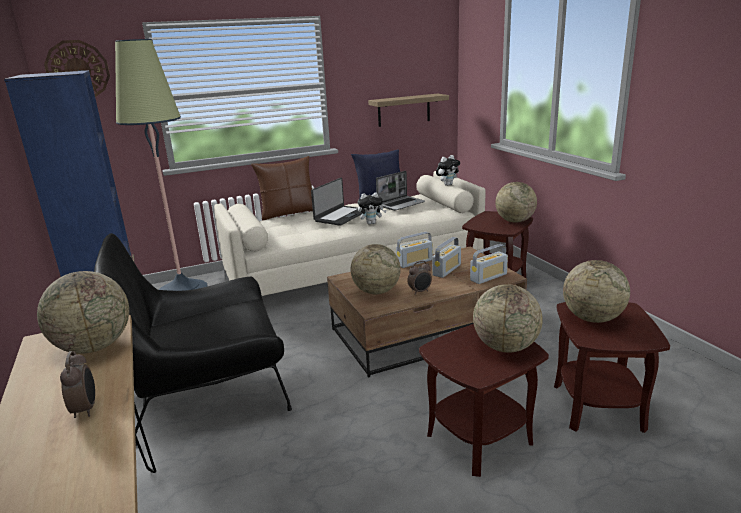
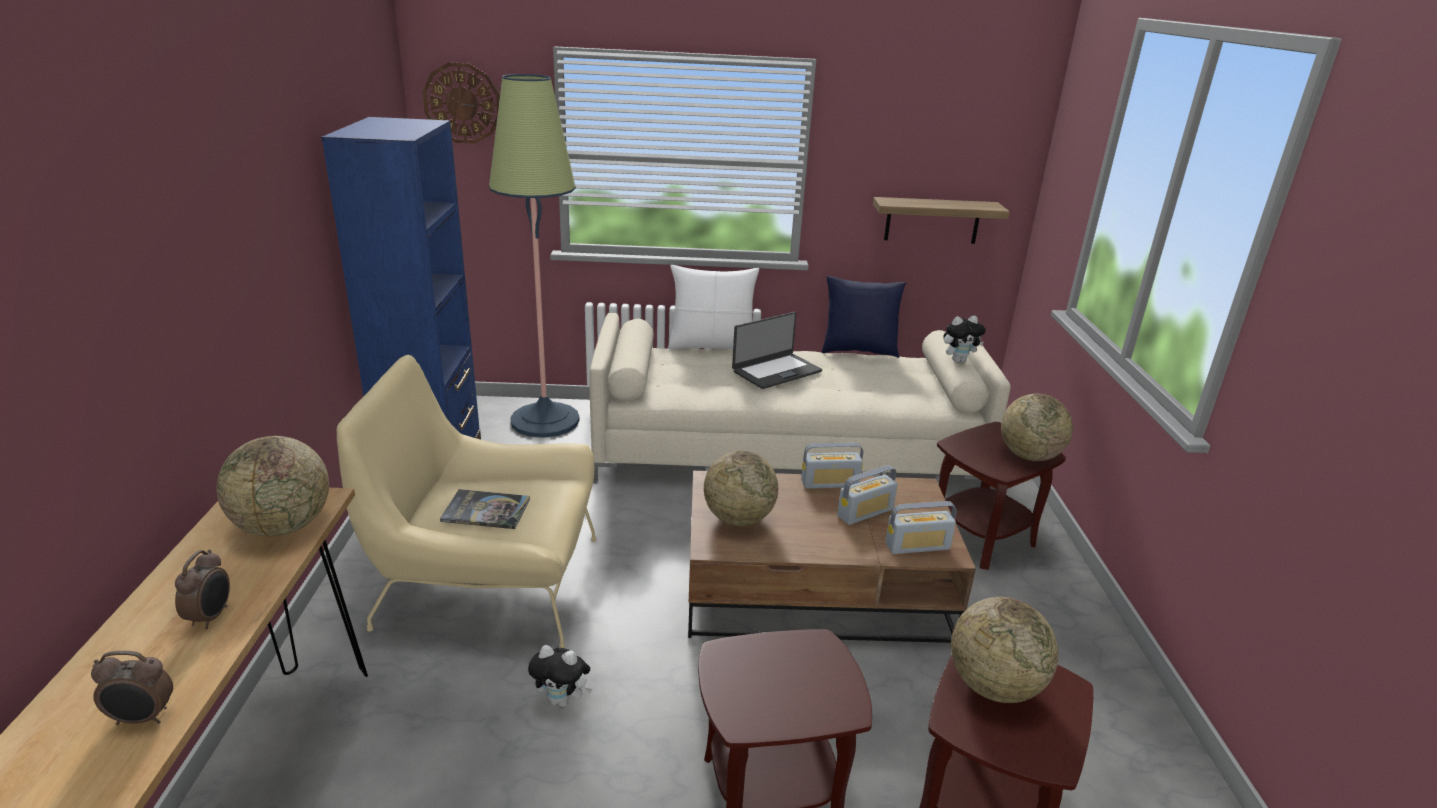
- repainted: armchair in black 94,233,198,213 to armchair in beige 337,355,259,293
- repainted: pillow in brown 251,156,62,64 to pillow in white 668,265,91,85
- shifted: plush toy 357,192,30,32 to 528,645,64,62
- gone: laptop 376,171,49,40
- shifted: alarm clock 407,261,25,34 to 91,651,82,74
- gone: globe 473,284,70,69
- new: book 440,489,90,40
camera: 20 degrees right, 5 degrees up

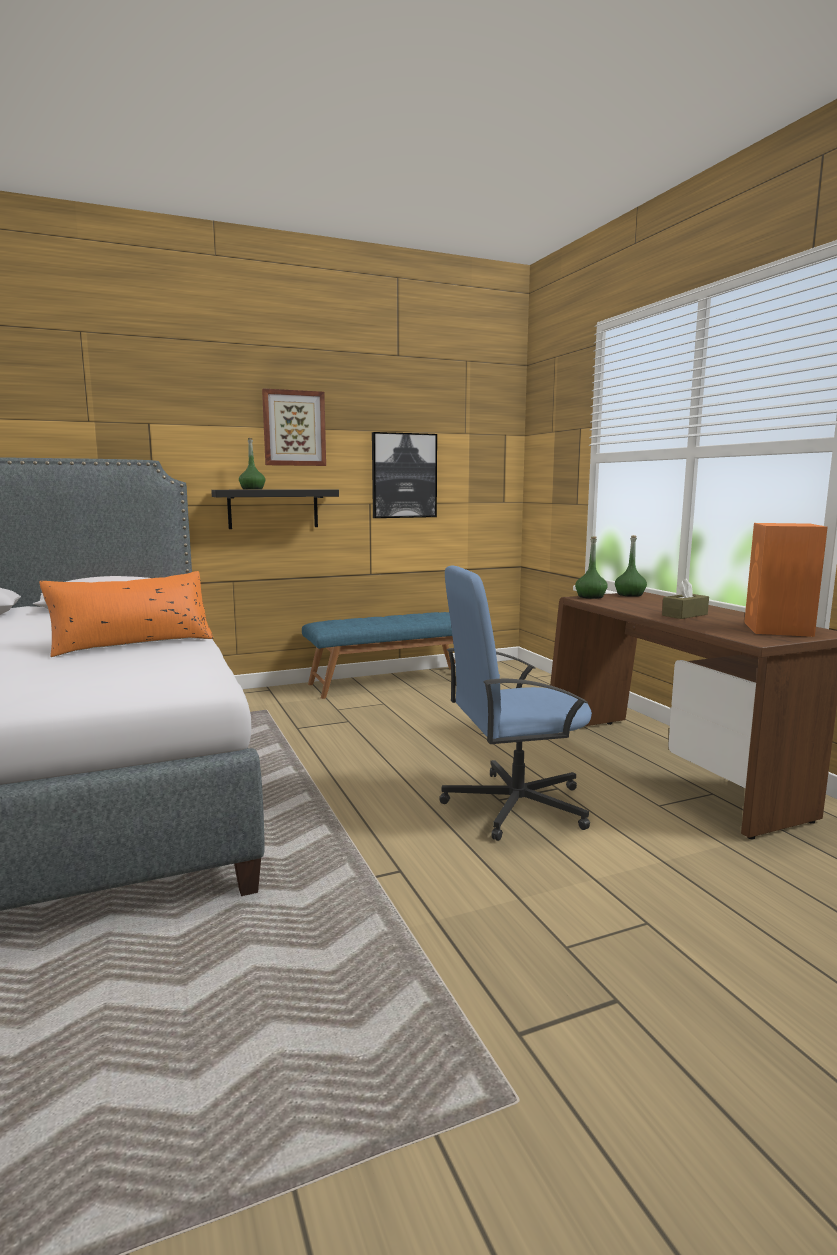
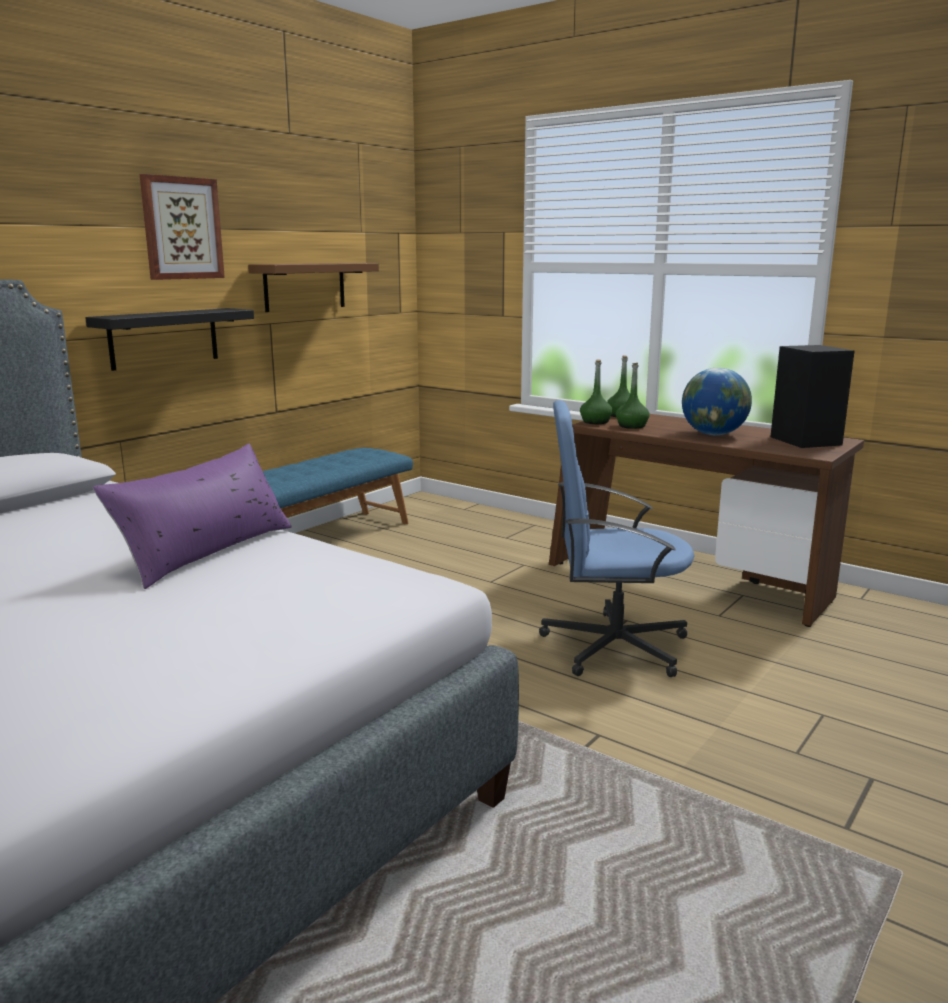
- repainted: pillow in orange 39,571,174,86 to pillow in purple 93,444,199,145
- shifted: bottle in green 239,438,26,51 to 616,363,34,66
- swapped: picture 372,432,65,86 to shelf in brown 248,263,131,49
- rotated: office chair in blue 439,566,153,275 = 539,400,156,277 45 degrees clockwise
- swapped: tissue box in brown 662,578,47,41 to globe 682,368,70,67
- repainted: speaker in orange 744,523,84,114 to speaker in black 770,345,85,103
camera: 30 degrees left, 5 degrees up

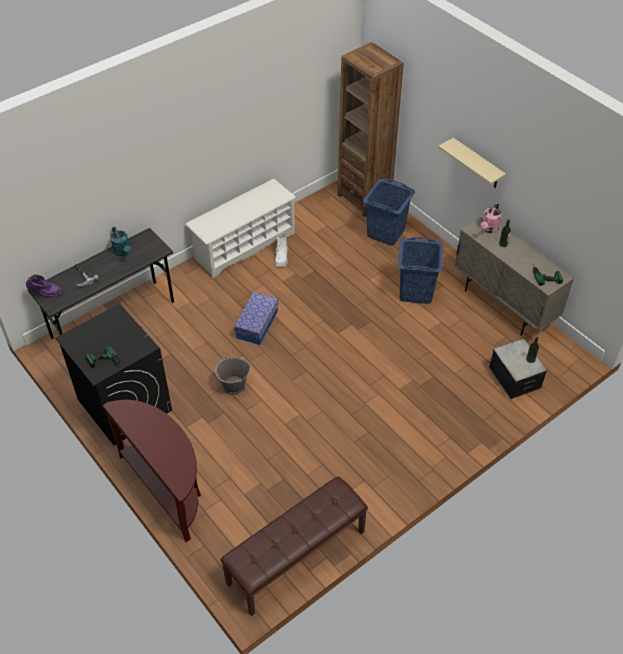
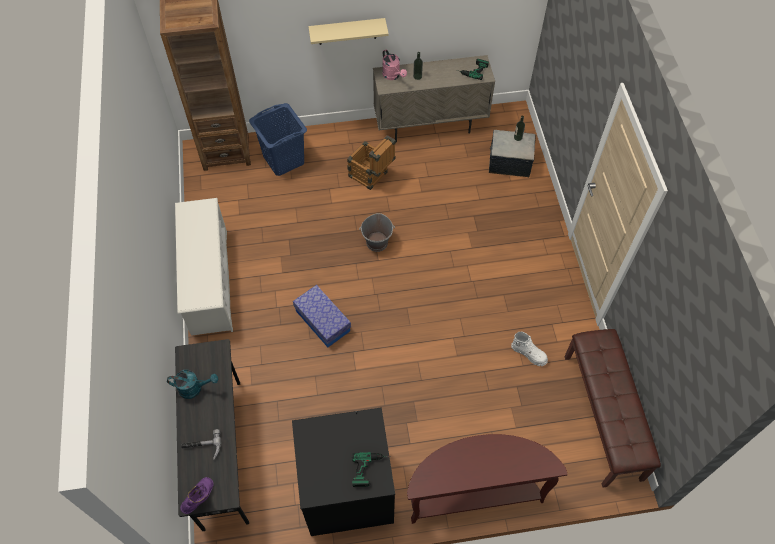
- shifted: bucket in grey 215,357,36,38 to 359,213,36,39
- shifted: boot in white 275,233,14,34 to 511,332,37,34
- swapped: laundry basket in blue 398,237,45,67 to crate 347,135,49,55
camera: 60 degrees left, 10 degrees up

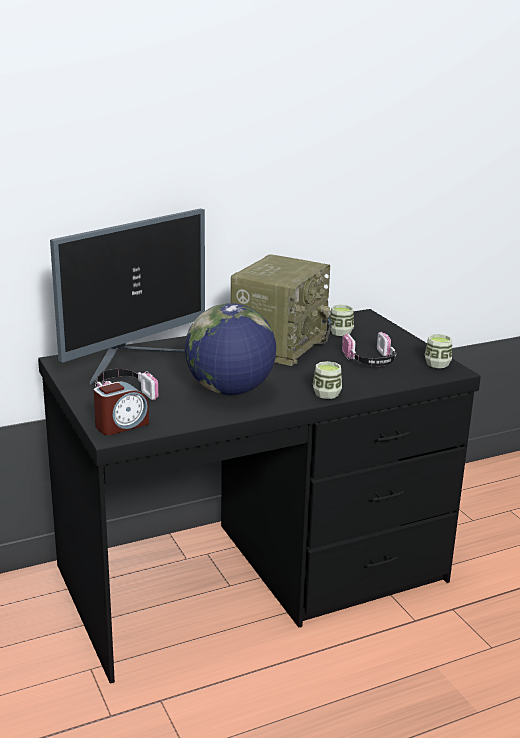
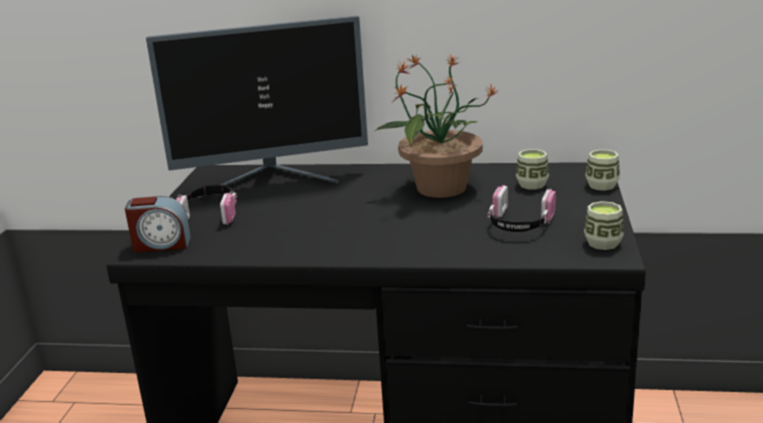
- gone: globe 185,303,91,92
- swapped: radio 231,254,101,112 to potted plant 375,54,123,144
- shifted: cup 313,361,29,38 to 585,150,35,41
camera: 35 degrees right, 0 degrees up

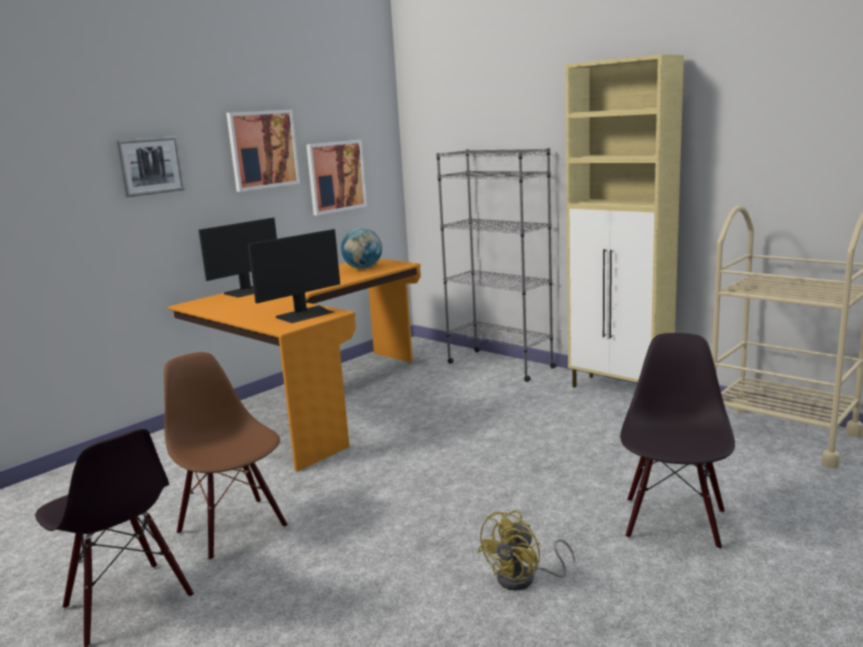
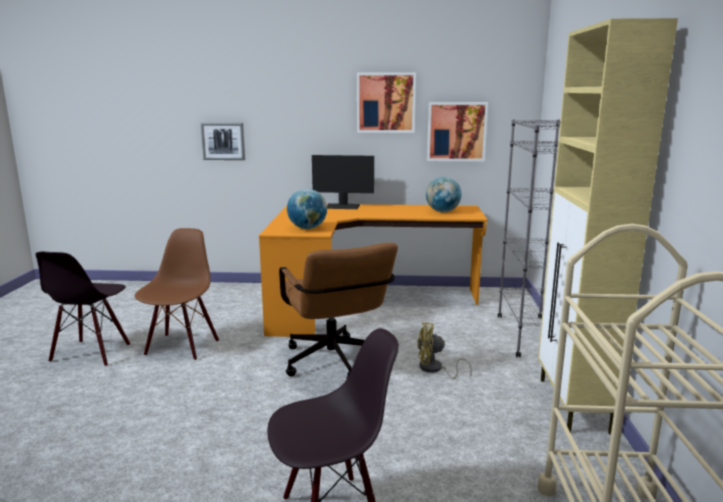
- shifted: picture 115,136,70,61 to 201,123,44,37
- swapped: monitor 248,229,92,94 to globe 287,189,40,40
- shifted: fan in yellow 477,510,98,80 to 417,322,55,57
- new: office chair in brown 279,243,119,135
camera: 50 degrees right, 0 degrees up

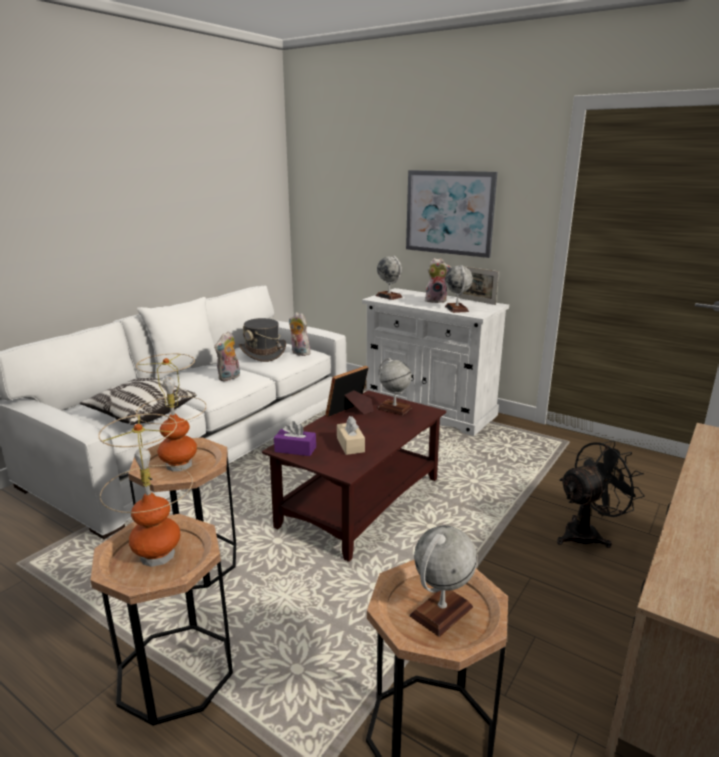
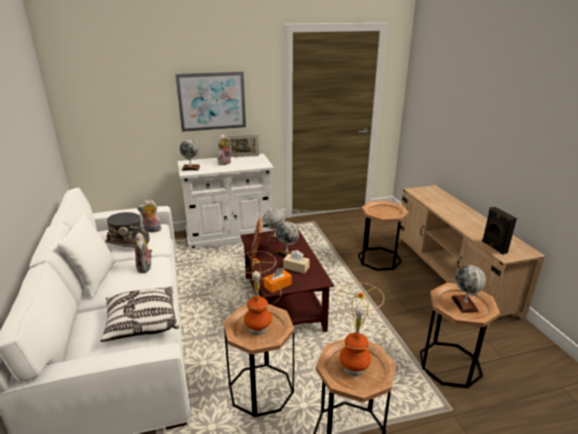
- repainted: tissue box in purple 274,421,42,35 to tissue box in orange 264,268,28,25
- shifted: globe 445,265,28,48 to 275,222,24,36
- swapped: fan in black 557,441,87,107 to side table in brown 358,200,51,71
- new: speaker in black 482,207,35,48
camera: 50 degrees left, 5 degrees up

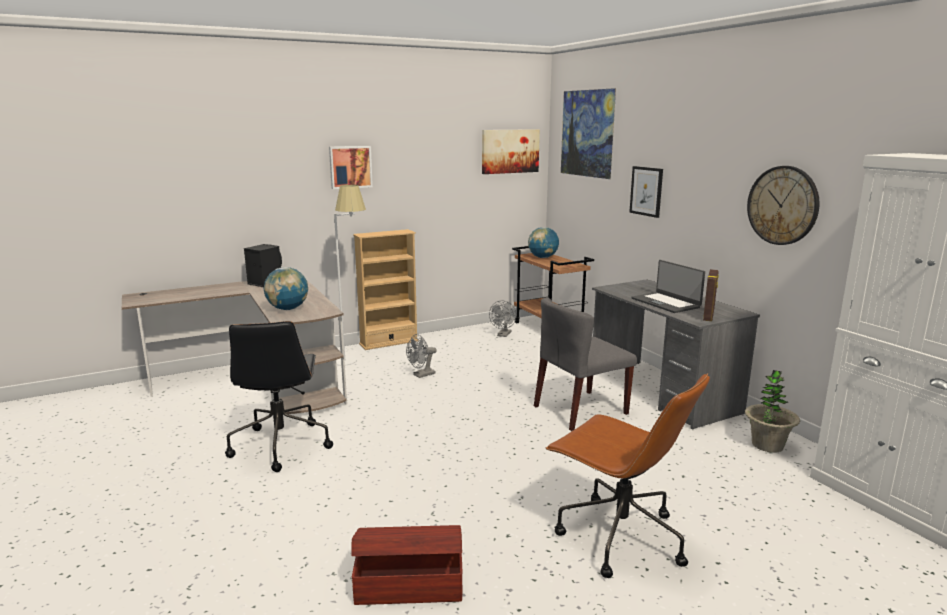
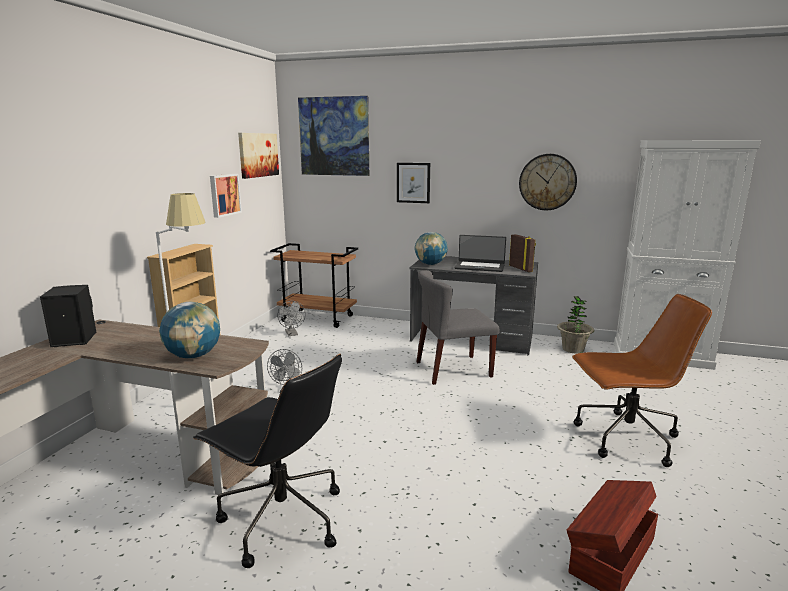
- shifted: picture 329,146,44,43 to 210,174,32,44
- shifted: globe 528,227,31,31 to 415,232,33,33
- rotated: chair in grey 534,297,103,134 = 416,270,84,115 60 degrees clockwise
camera: 45 degrees left, 0 degrees up

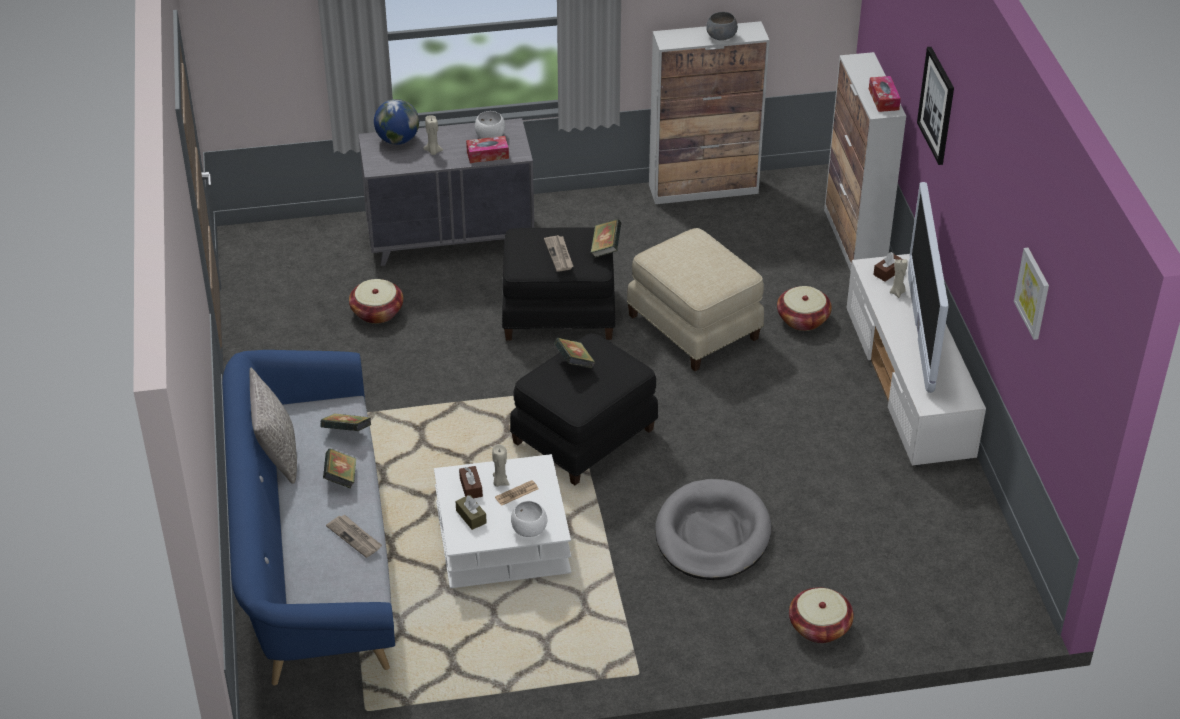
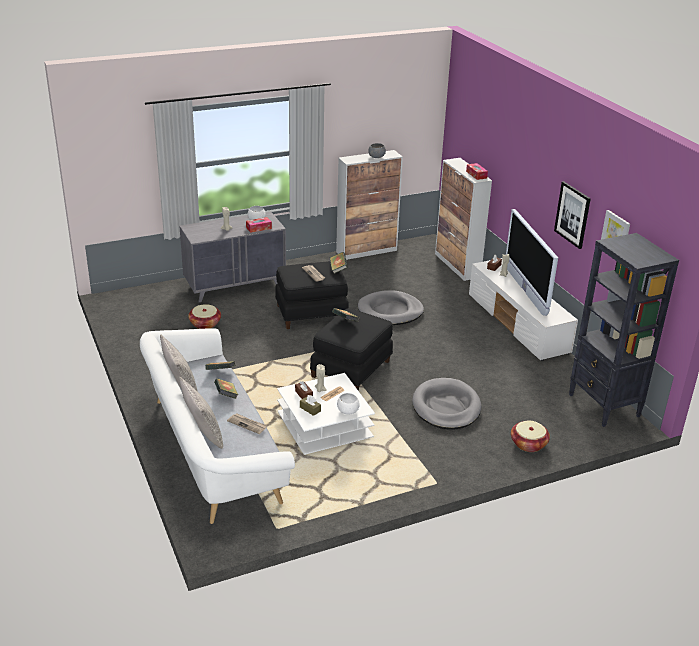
- repainted: sofa in blue 222,350,173,335 to sofa in white 140,328,155,196
- gone: globe 374,99,45,46
- swapped: ottoman in beige 627,228,137,143 to dog bed in grey 358,290,66,35
- gone: basket 777,286,55,45
- shifted: picture 917,47,37,118 to 554,181,37,68
- new: pillow in grey 179,377,44,72
- new: bookcase in black 569,233,110,194
camera: 15 degrees left, 10 degrees down

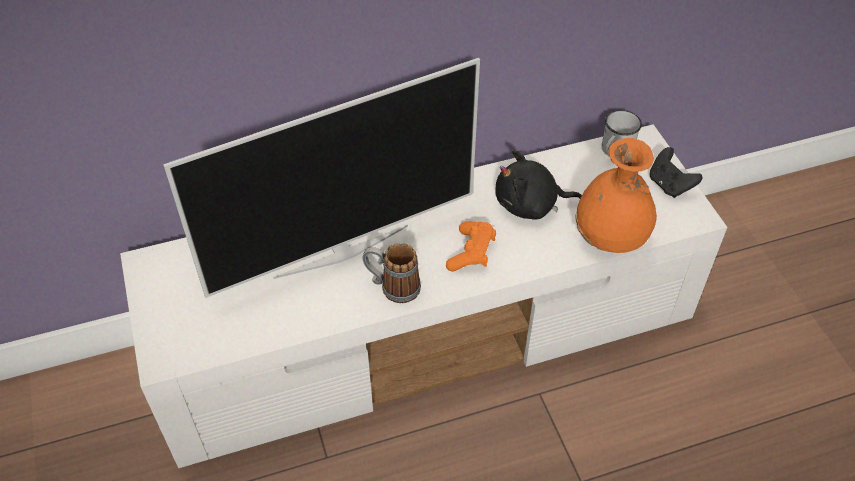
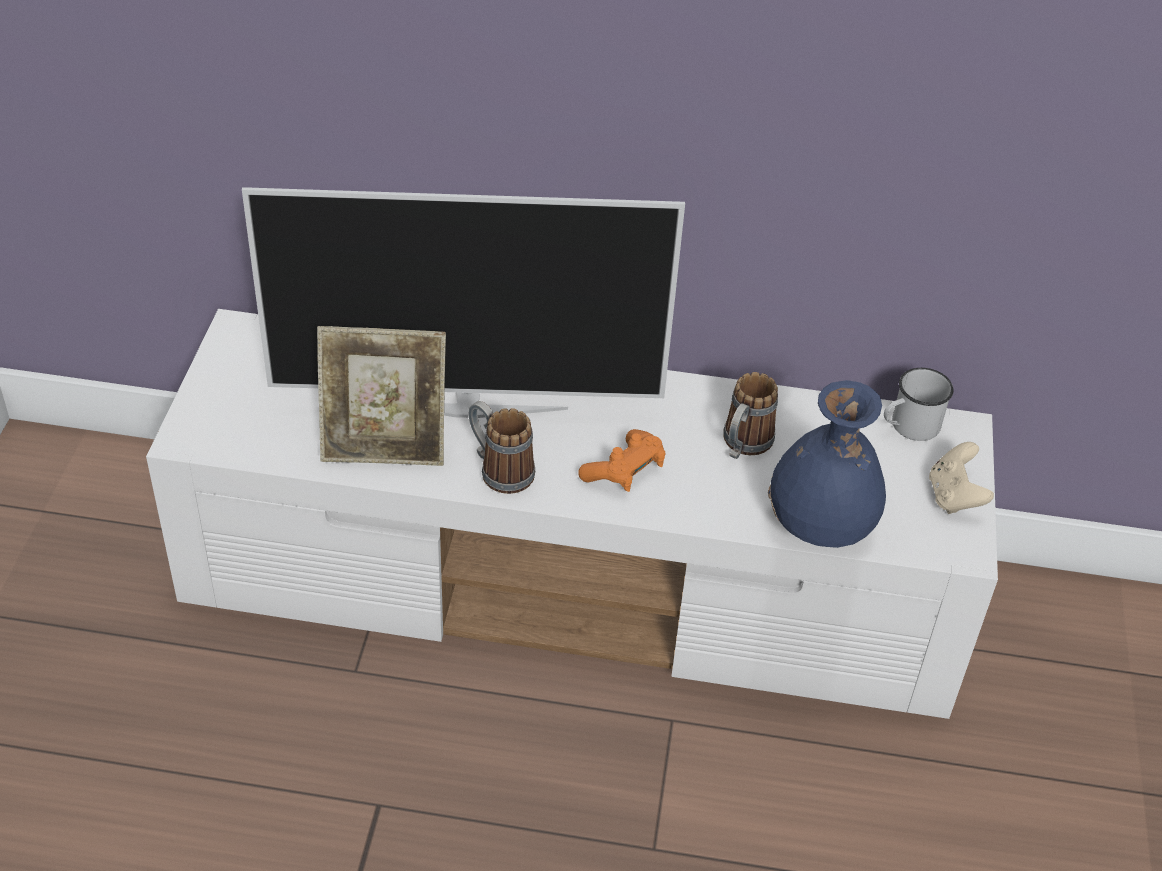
- swapped: plush toy in black 496,150,86,70 to mug 723,372,55,87
- repainted: vase in orange 575,138,82,115 to vase in blue 768,380,118,168
- repainted: game controller in black 650,147,53,51 to game controller in beige 929,442,65,72
- new: picture frame 317,326,129,140
camera: 25 degrees right, 5 degrees down

